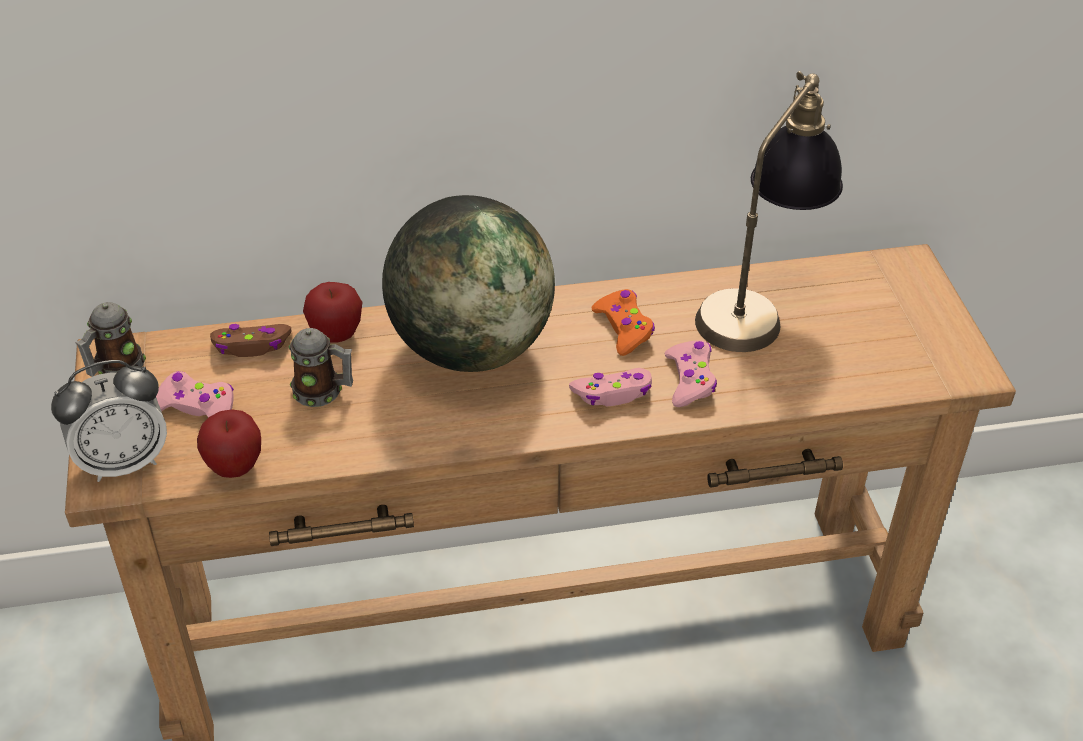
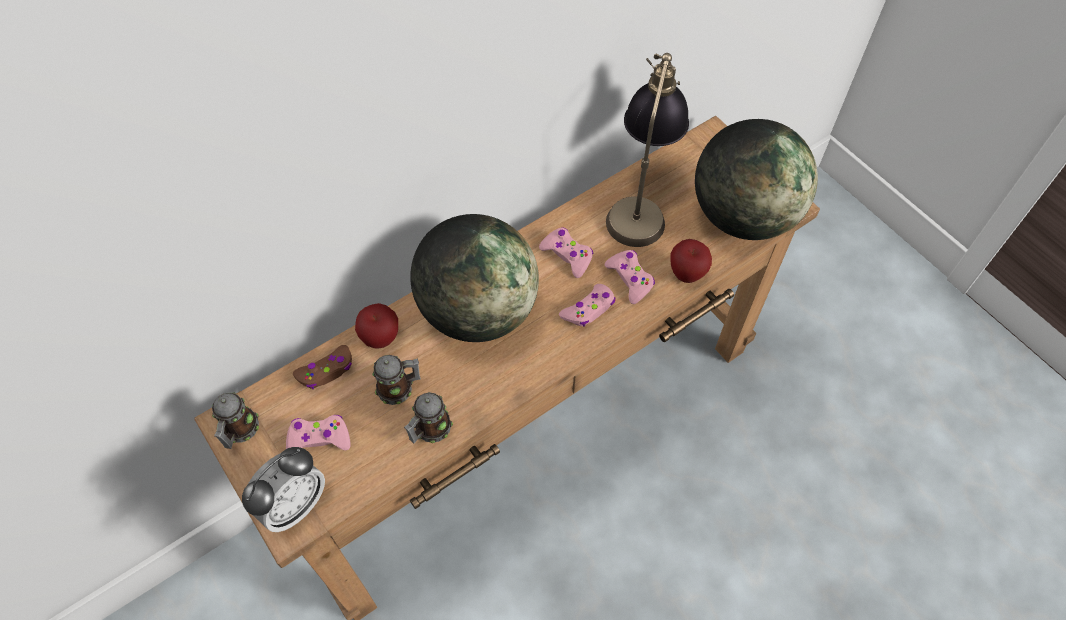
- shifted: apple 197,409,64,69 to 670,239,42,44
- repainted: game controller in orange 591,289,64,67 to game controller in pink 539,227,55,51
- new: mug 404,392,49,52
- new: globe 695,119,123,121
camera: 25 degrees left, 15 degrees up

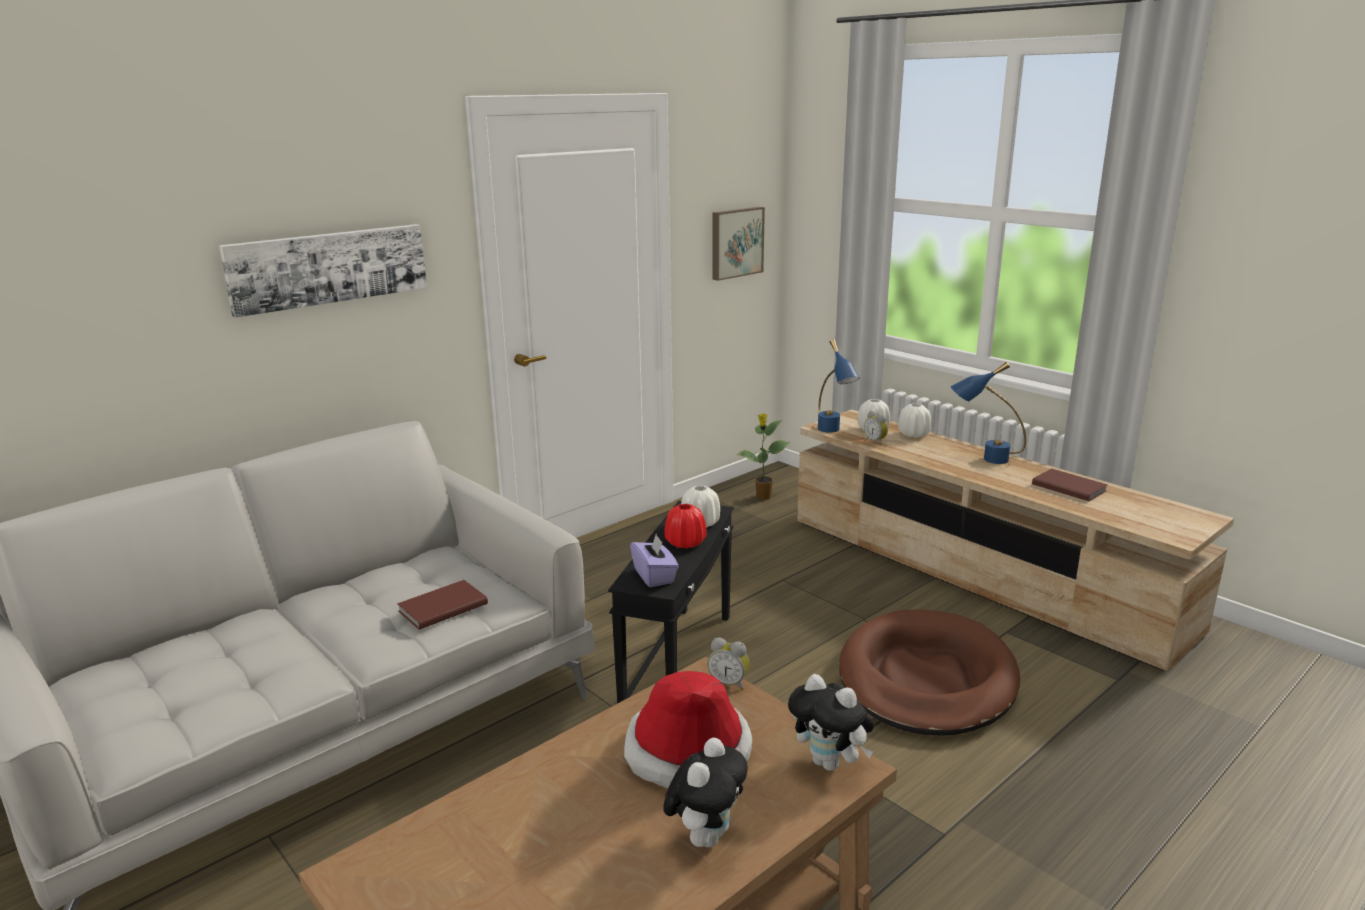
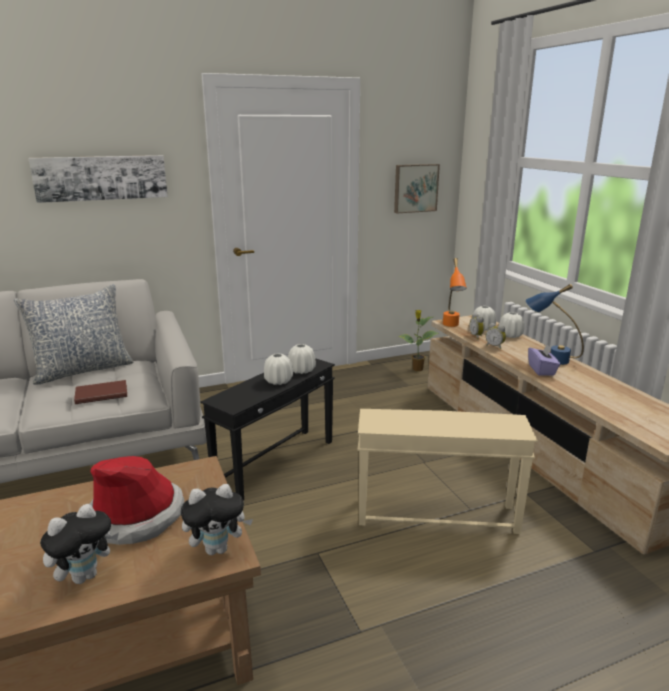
- shifted: tissue box in purple 630,534,49,53 to 528,344,32,32
- repainted: vase in red 664,504,43,45 to vase in white 264,353,29,32
- shifted: alarm clock 707,638,42,52 to 486,323,20,26
- rotated: plush toy 788,674,86,97 = 181,484,72,71 75 degrees counterclockwise
- repainted: table lamp in blue 818,339,42,94 to table lamp in orange 443,258,24,69
- swapped: dog bed in brown 839,609,181,127 to side table in beige 358,409,180,125
- gone: book in brown 1032,468,76,34
- new: pillow 14,285,119,99
camera: 20 degrees right, 0 degrees up

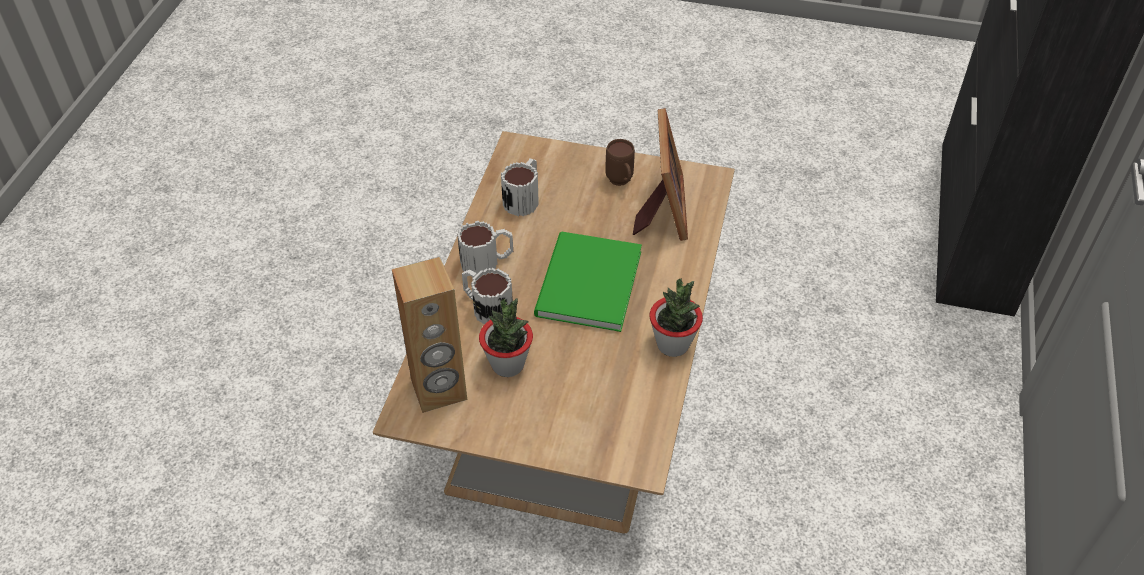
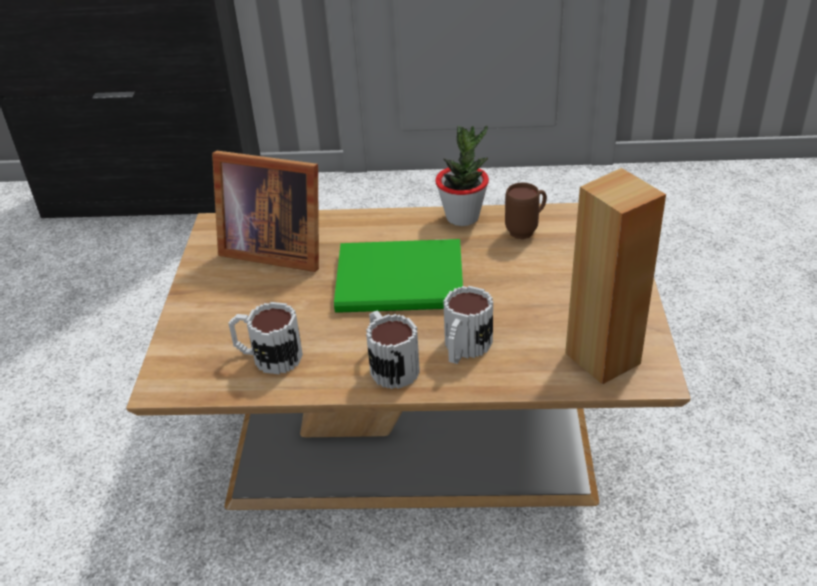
- gone: potted plant 479,298,54,79
- shifted: mug in brown 605,139,30,47 to 505,183,42,56
- rotated: picture frame 633,108,55,133 = 212,151,107,121 150 degrees counterclockwise
camera: 100 degrees left, 10 degrees down

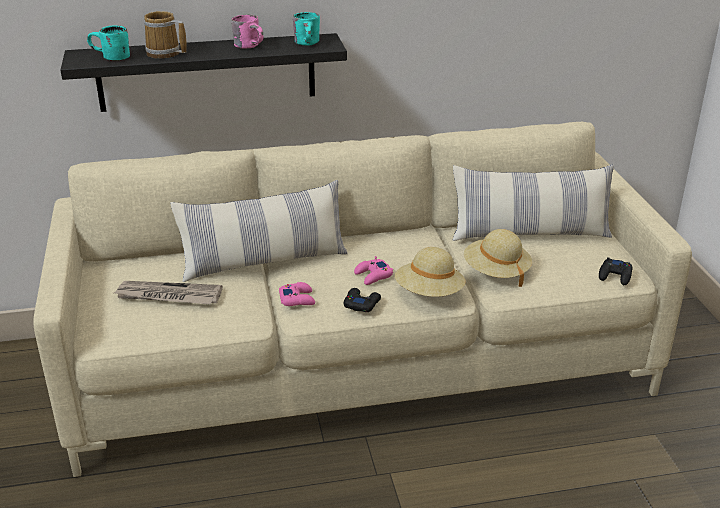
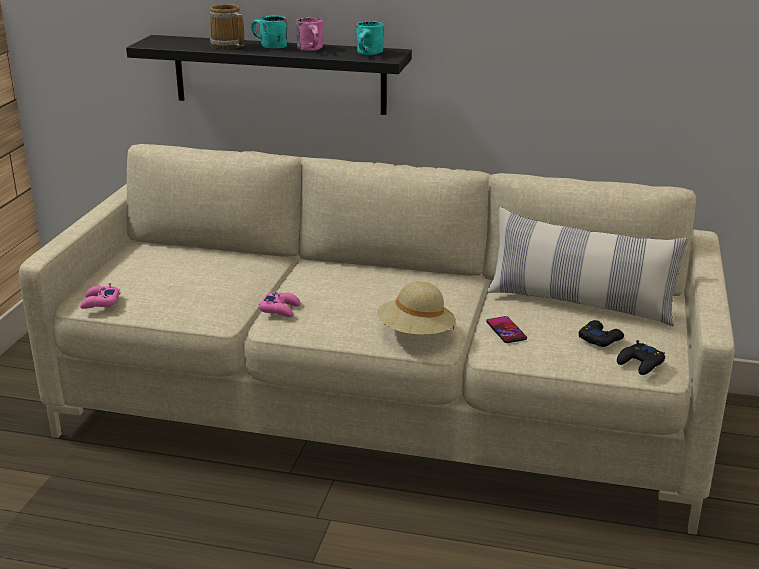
- shifted: mug in turquoise 87,25,43,36 to 251,16,36,33
- gone: newspaper 114,281,109,23
- gone: pillow 170,180,178,102
- shifted: game controller in black 344,288,37,24 to 579,320,45,27
- shifted: game controller in pink 354,256,39,29 to 80,283,40,26
- swapped: hat in beige 464,229,68,58 to phone 486,316,41,27
camera: 25 degrees right, 5 degrees down

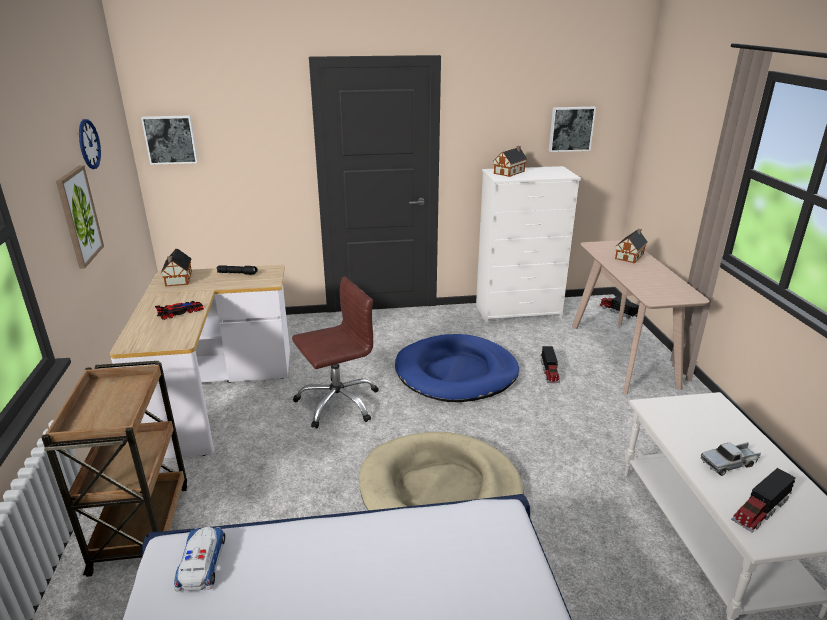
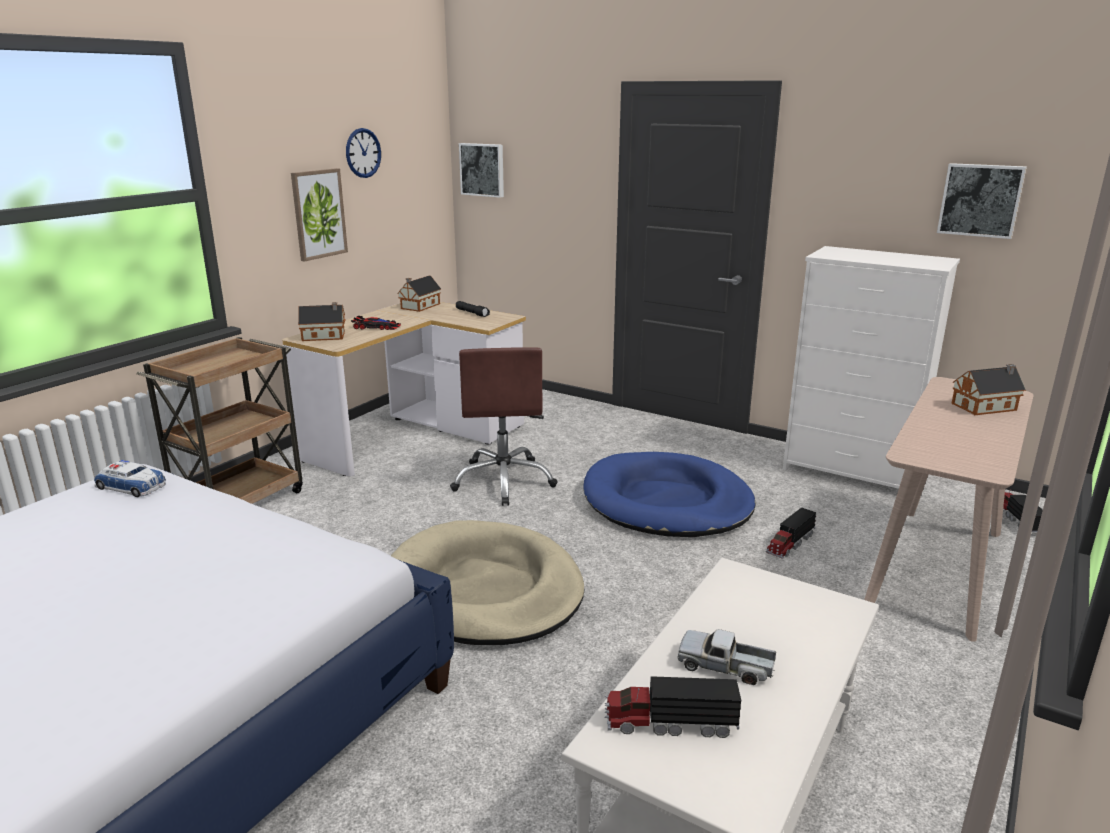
- rotated: toy car 174,527,51,64 = 94,460,72,37 75 degrees clockwise
- rotated: office chair in brown 292,276,87,153 = 450,347,108,159 75 degrees clockwise
- shifted: toy house 493,146,34,31 to 298,302,47,39
camera: 40 degrees right, 5 degrees down

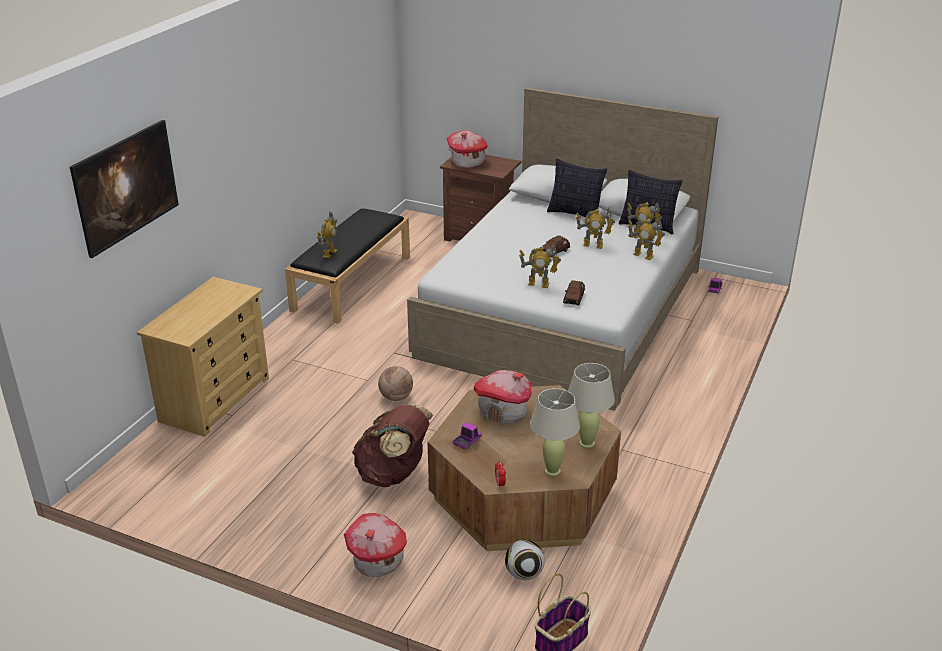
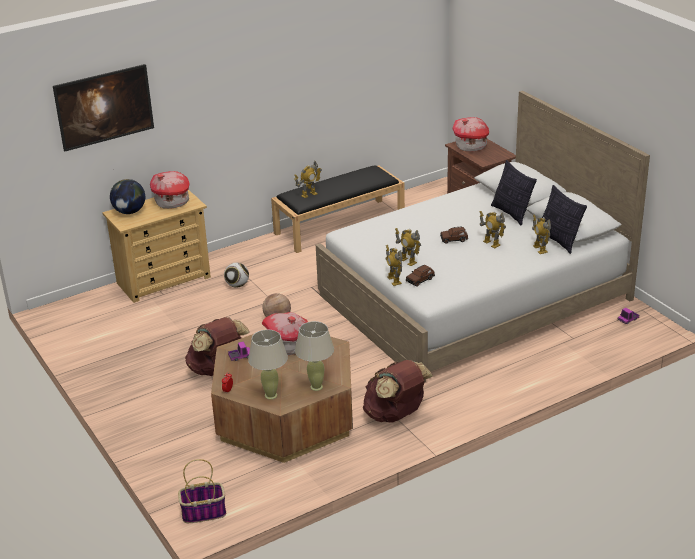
- shifted: toy house 344,513,63,64 to 150,171,39,38
- shifted: football 505,540,40,40 to 224,263,25,25
- shifted: toy robot 628,219,37,41 to 386,245,17,41
- new: globe 110,179,35,35
- new: backpack in brown 363,360,70,63
camera: 35 degrees right, 0 degrees up

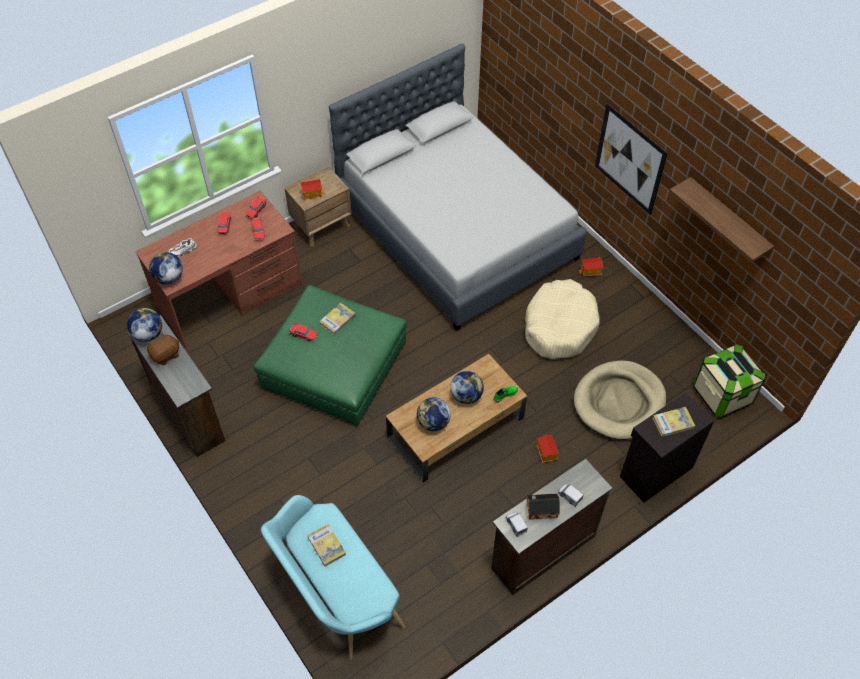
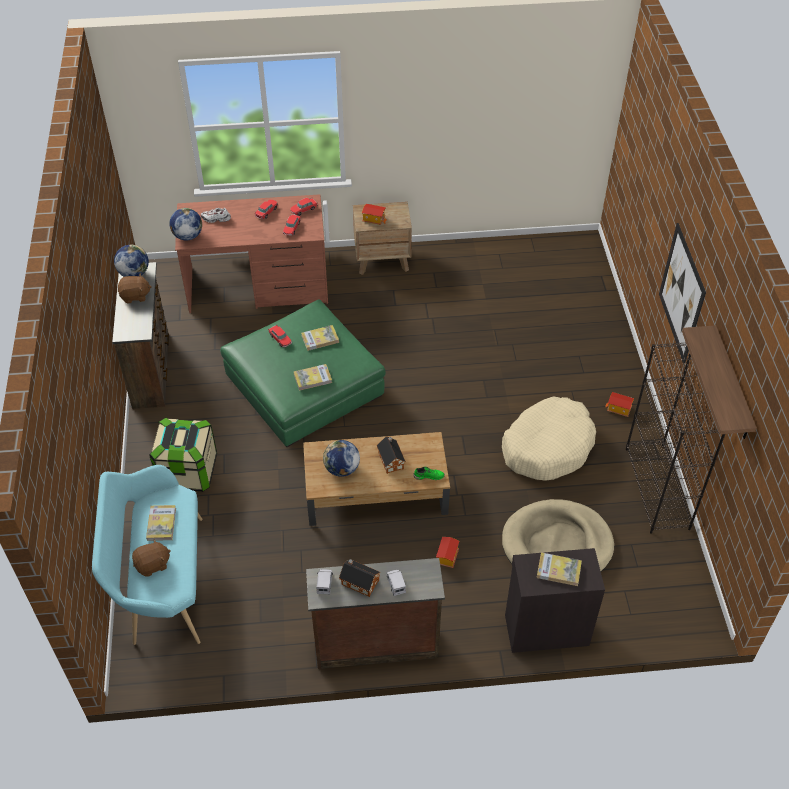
- gone: bed in grey 329,43,258,288
- swapped: globe 450,371,34,33 to toy house 377,437,29,37
- shifted: storage box 693,344,72,74 to 149,418,68,74
- new: plush toy in brown 132,538,39,39
- new: book 294,364,38,27
- new: bookcase in black 626,343,99,191
camera: 30 degrees right, 5 degrees down

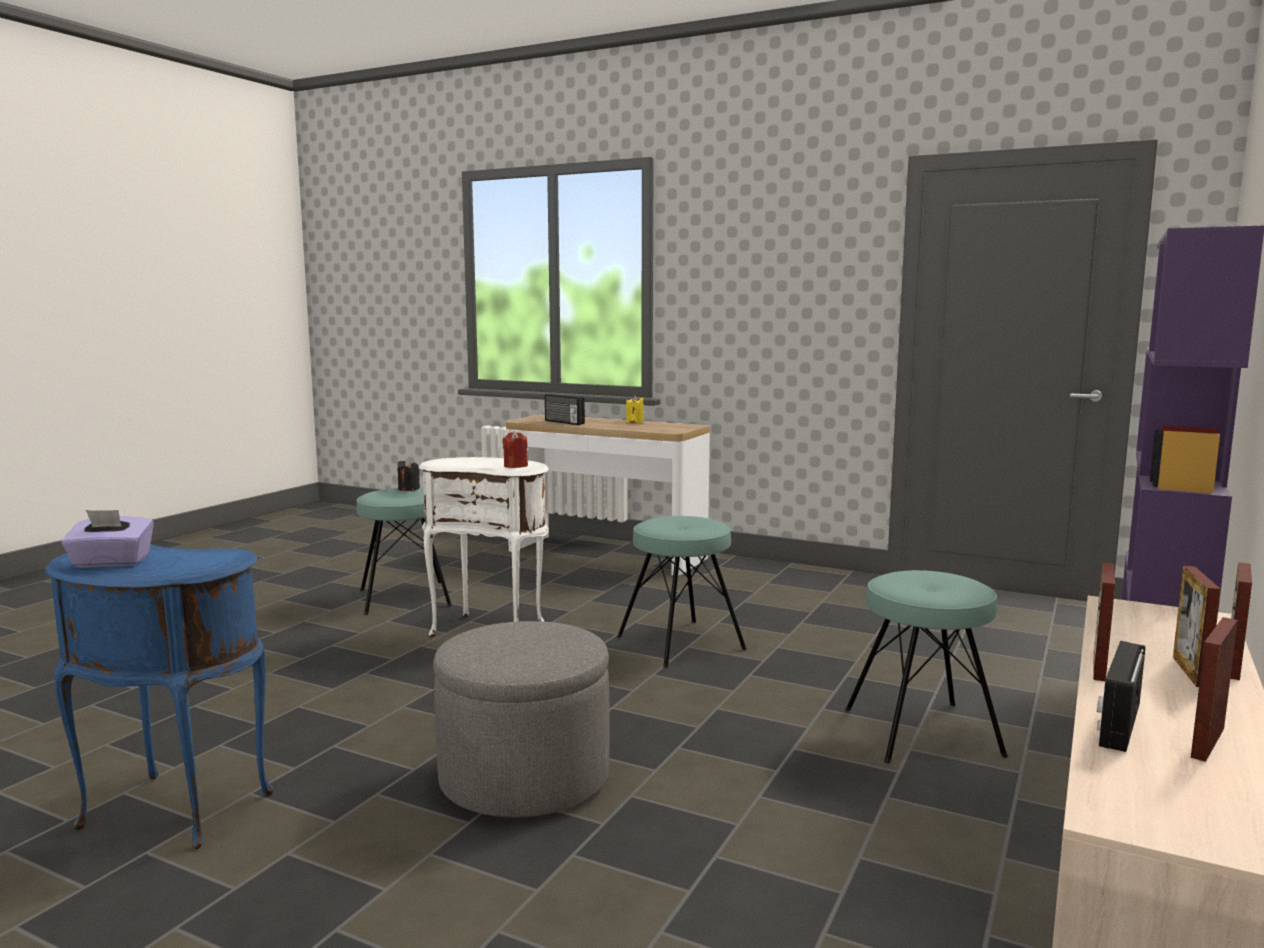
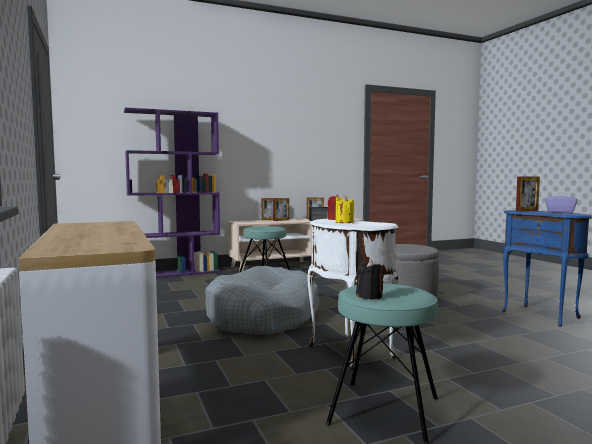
- gone: radio 545,394,40,31
- swapped: stool in turquoise 617,516,130,152 to dog bed in grey 205,266,114,69
- shifted: candle in yellow 626,395,18,28 to 335,195,19,28
- shifted: picture frame 1093,562,22,119 to 516,177,24,35
camera: 140 degrees left, 5 degrees down

